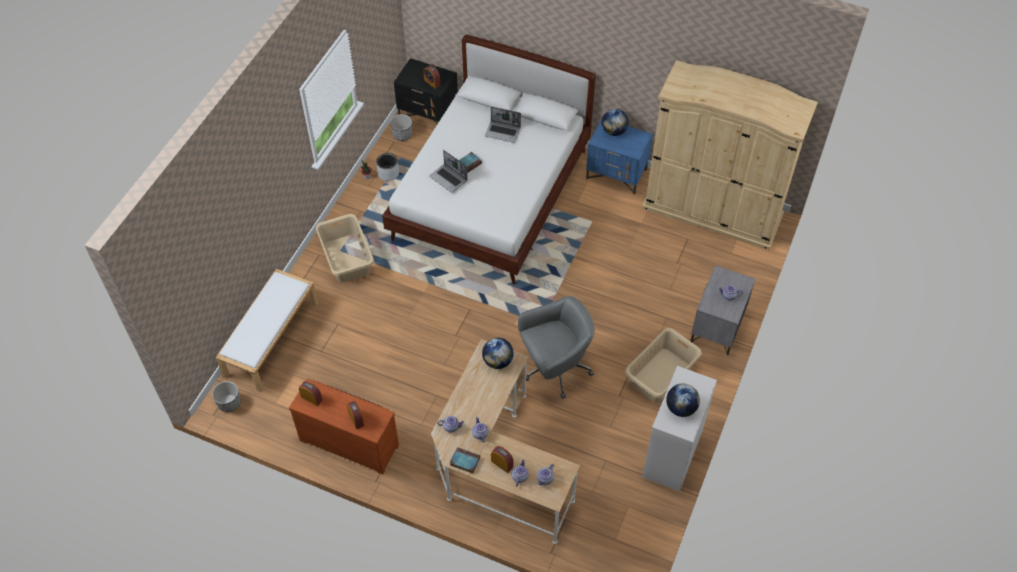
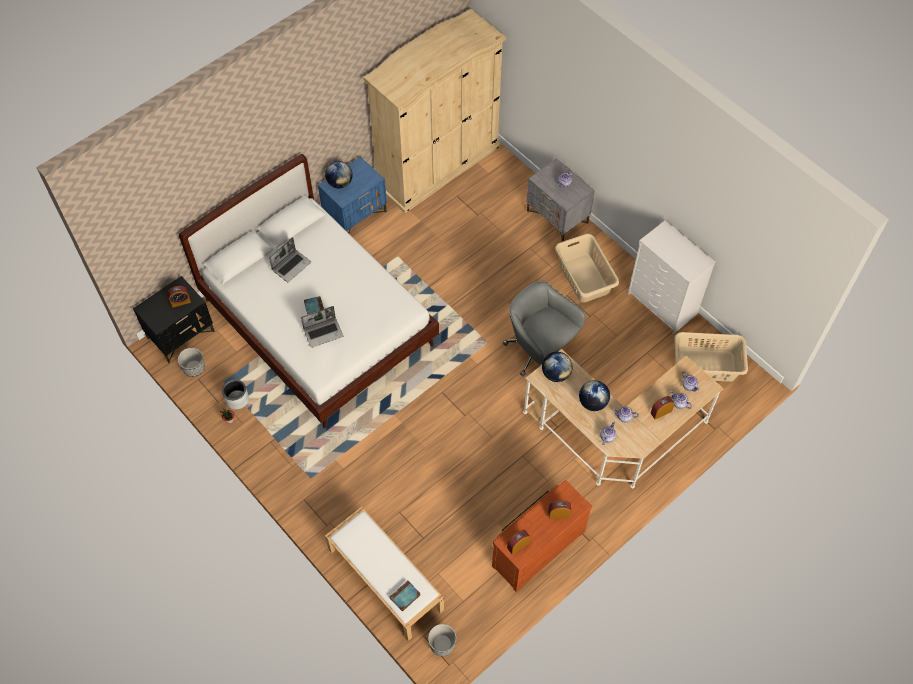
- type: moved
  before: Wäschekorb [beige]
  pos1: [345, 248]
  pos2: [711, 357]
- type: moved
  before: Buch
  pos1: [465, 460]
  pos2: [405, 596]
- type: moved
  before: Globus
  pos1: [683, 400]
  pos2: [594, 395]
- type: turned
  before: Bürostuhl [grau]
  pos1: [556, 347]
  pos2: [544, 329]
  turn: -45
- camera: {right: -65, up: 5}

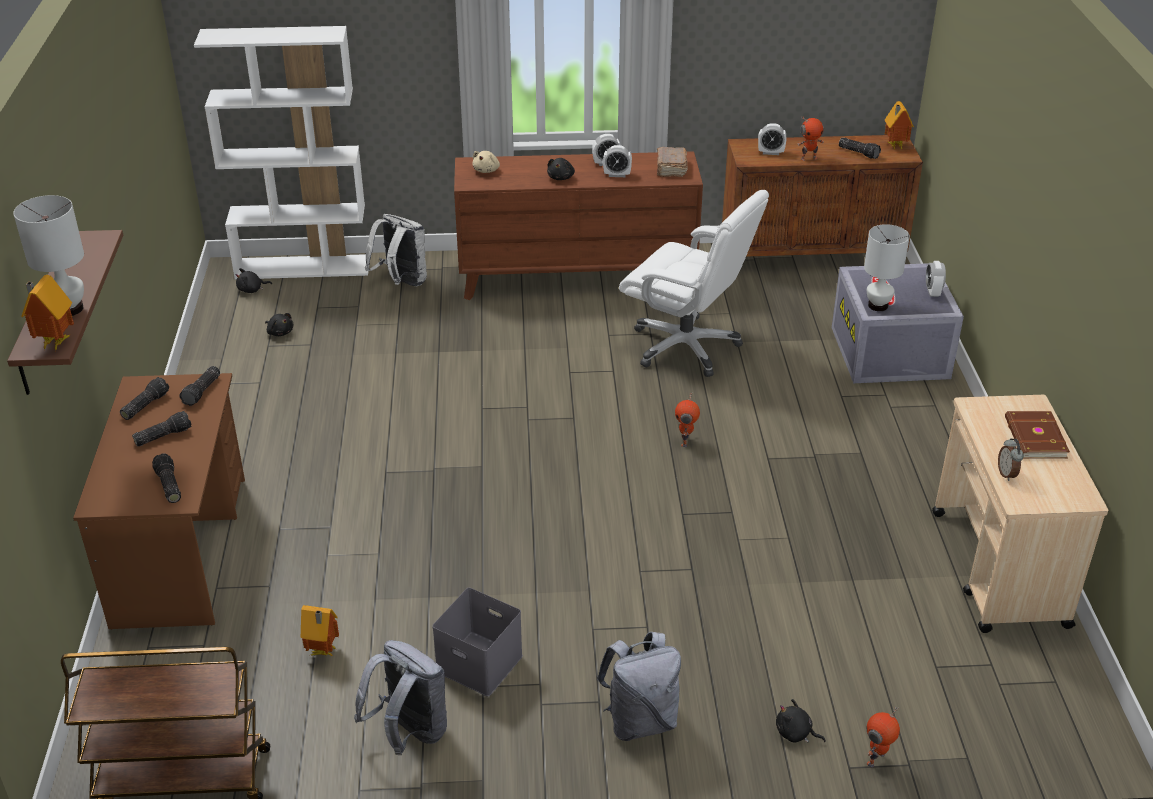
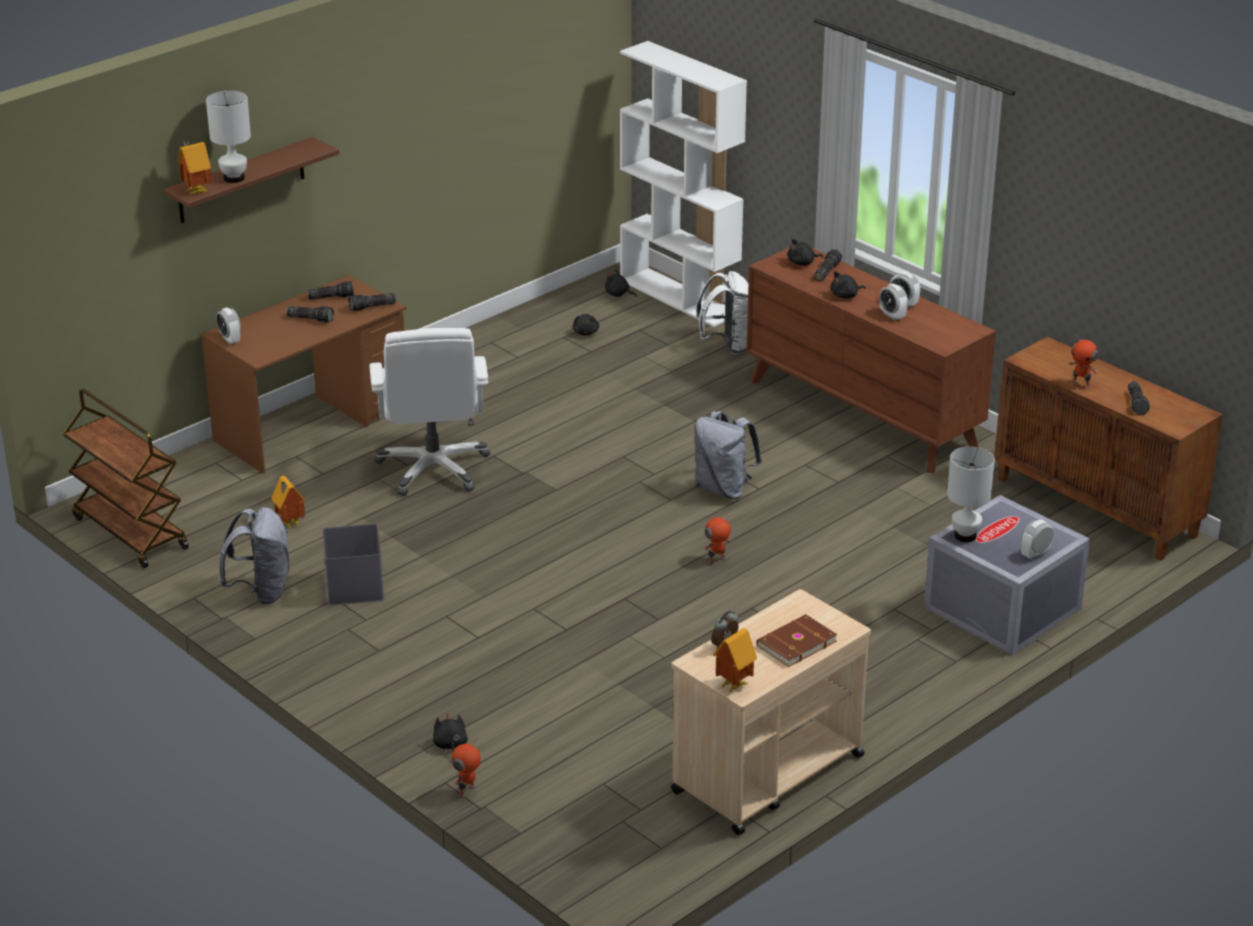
- type: removed
  before: Buch [braun]
  pos1: [672, 162]
- type: moved
  before: Taschenlampe
  pos1: [166, 478]
  pos2: [828, 265]
- type: moved
  before: Rucksack [grau]
  pos1: [639, 686]
  pos2: [728, 455]
- type: moved
  before: Bürostuhl [weiß]
  pos1: [694, 283]
  pos2: [429, 412]
- type: moved
  before: Wecker
  pos1: [772, 139]
  pos2: [228, 326]
- type: moved
  before: Spielzeughaus
  pos1: [899, 125]
  pos2: [735, 660]
- type: recoloured
  before: Plüschtier [beige]
  after: Plüschtier [schwarz]
  pos1: [486, 162]
  pos2: [805, 252]
- type: turned
  before: Spielzeugroboter
  pos1: [883, 737]
  pos2: [466, 767]
  turn: -60
- camera: {right: 50, up: -5}

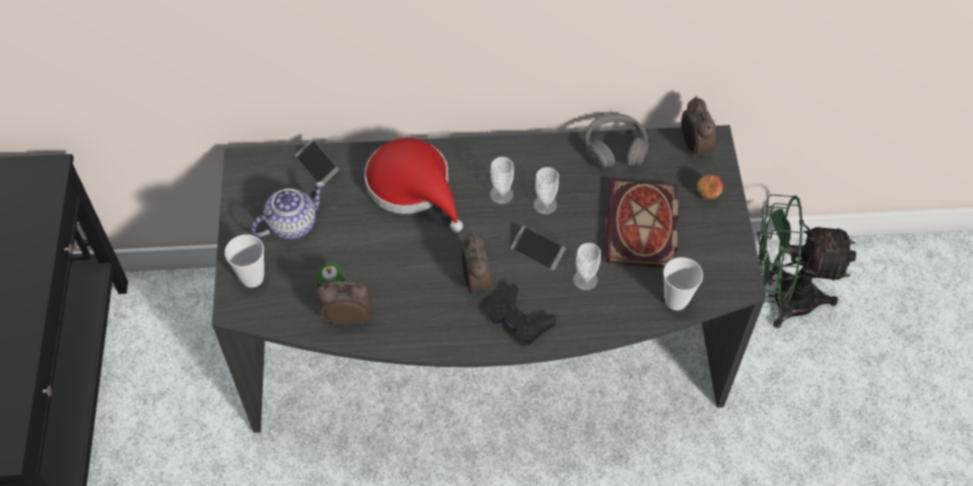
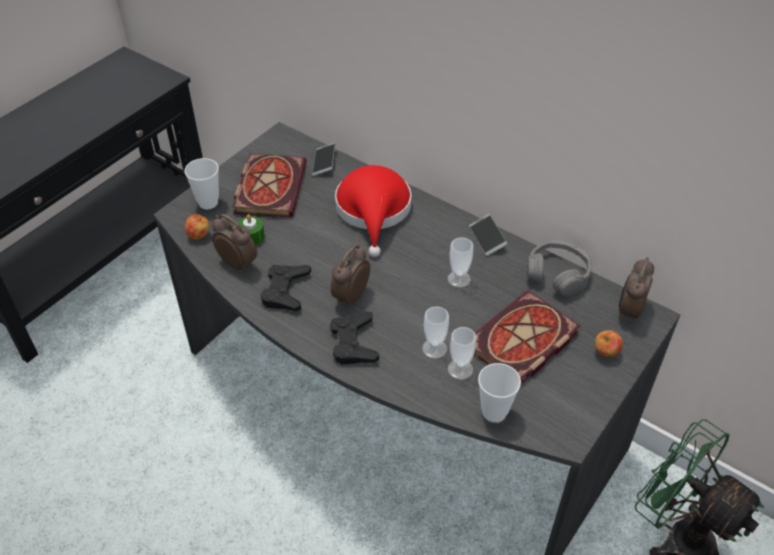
- type: added
  after: Apfel
  pos2: [197, 227]
- type: added
  after: Gamepad [schwarz]
  pos2: [285, 288]
- type: moved
  before: Tasse
  pos1: [502, 180]
  pos2: [462, 353]
- type: moved
  before: Handy
  pos1: [538, 248]
  pos2: [488, 235]
- type: replaced
  before: Teekanne
  after: Buch
  pos1: [288, 211]
  pos2: [269, 185]
- camera: {right: 40, up: -10}

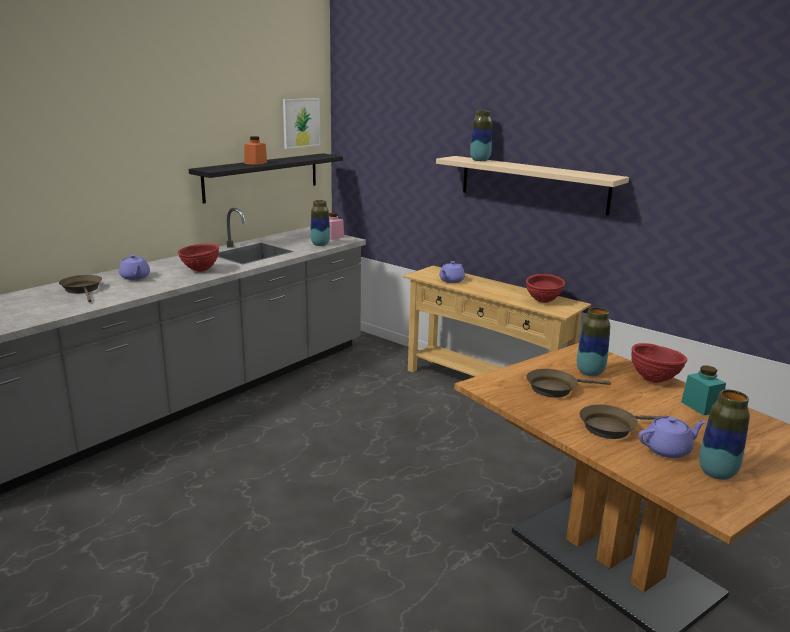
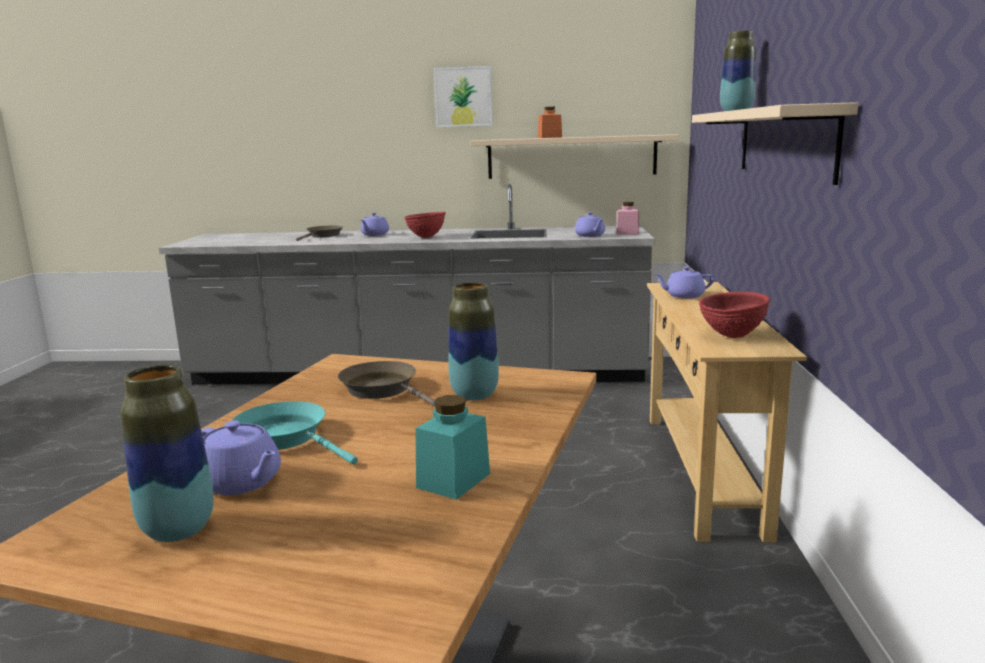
- type: removed
  before: Schüssel [rot]
  pos1: [659, 363]
- type: moved
  before: Bild
  pos1: [301, 123]
  pos2: [463, 96]
- type: replaced
  before: Vase
  after: Teekanne [lila]
  pos1: [320, 223]
  pos2: [590, 224]
- type: recoloured
  before: Wandregal [schwarz]
  after: Wandregal [beige]
  pos1: [266, 178]
  pos2: [574, 156]
- type: recoloured
  before: Pfanne [braun]
  after: Pfanne [türkis]
  pos1: [624, 422]
  pos2: [295, 433]
- camera: {right: 55, up: -5}

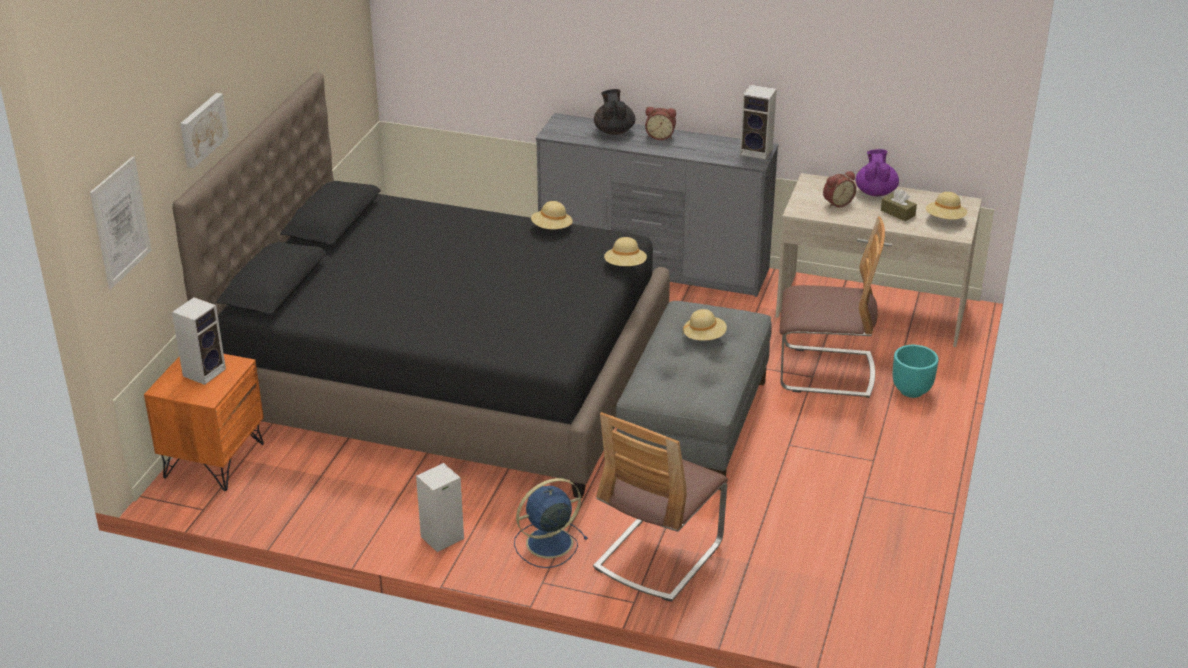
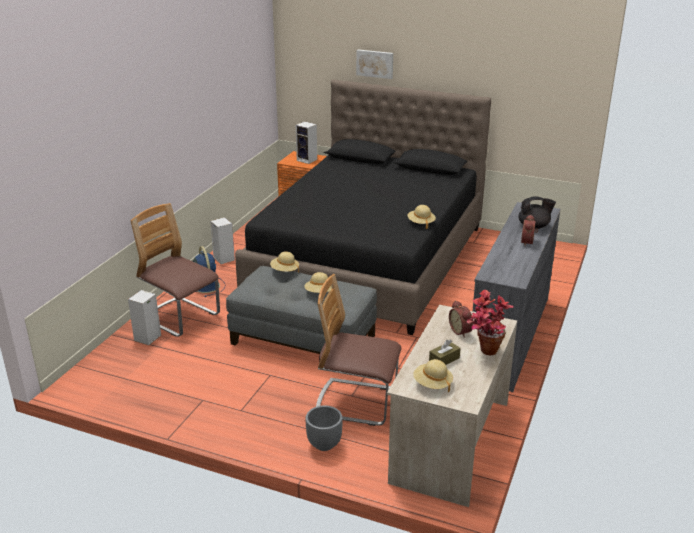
- type: removed
  before: Bild
  pos1: [121, 222]
- type: moved
  before: Hut [beige]
  pos1: [625, 251]
  pos2: [284, 262]
- type: moved
  before: Lautsprecher
  pos1: [758, 122]
  pos2: [144, 317]
- type: replaced
  before: Teekanne [lila]
  after: Topfpflanze
  pos1: [877, 172]
  pos2: [490, 323]
- type: recoloured
  before: Pflanzkübel [türkis]
  after: Pflanzkübel [grau]
  pos1: [915, 371]
  pos2: [324, 428]
- type: turned
  before: Stuhl
  pos1: [832, 307]
  pos2: [358, 350]
  turn: 90
- camera: {right: 95, up: -5}

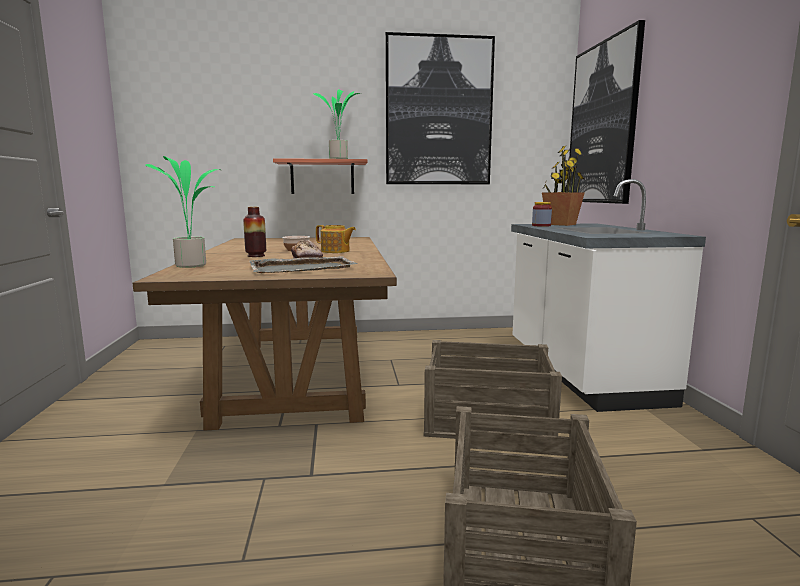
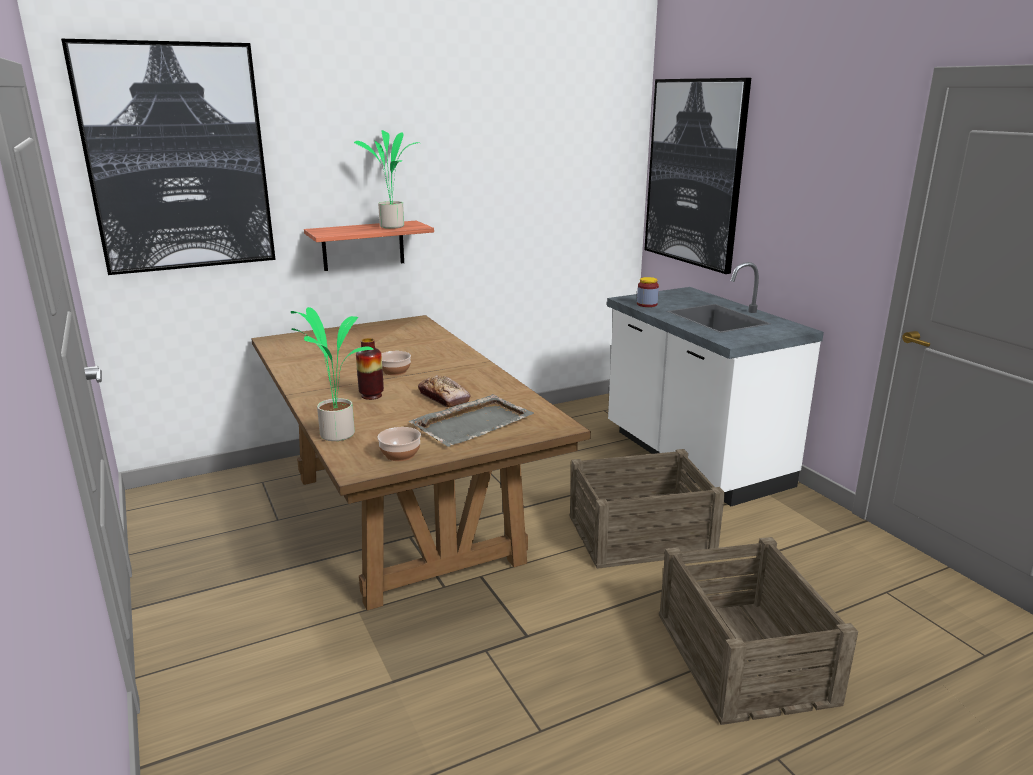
- type: removed
  before: Teekanne
  pos1: [336, 239]
- type: removed
  before: Topfpflanze
  pos1: [563, 186]
- type: added
  after: Schüssel
  pos2: [399, 444]
- type: moved
  before: Bild
  pos1: [440, 108]
  pos2: [168, 157]
- camera: {right: -20, up: 10}

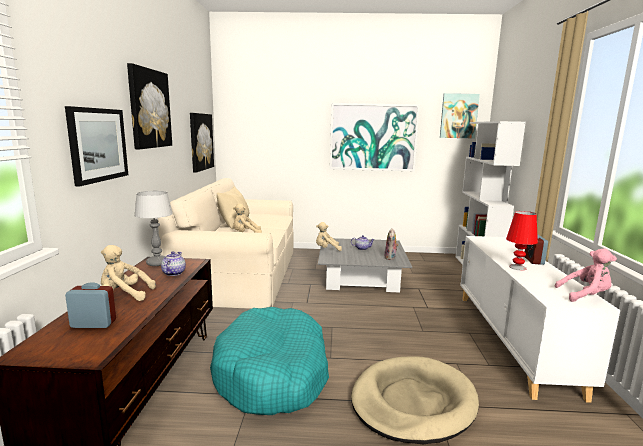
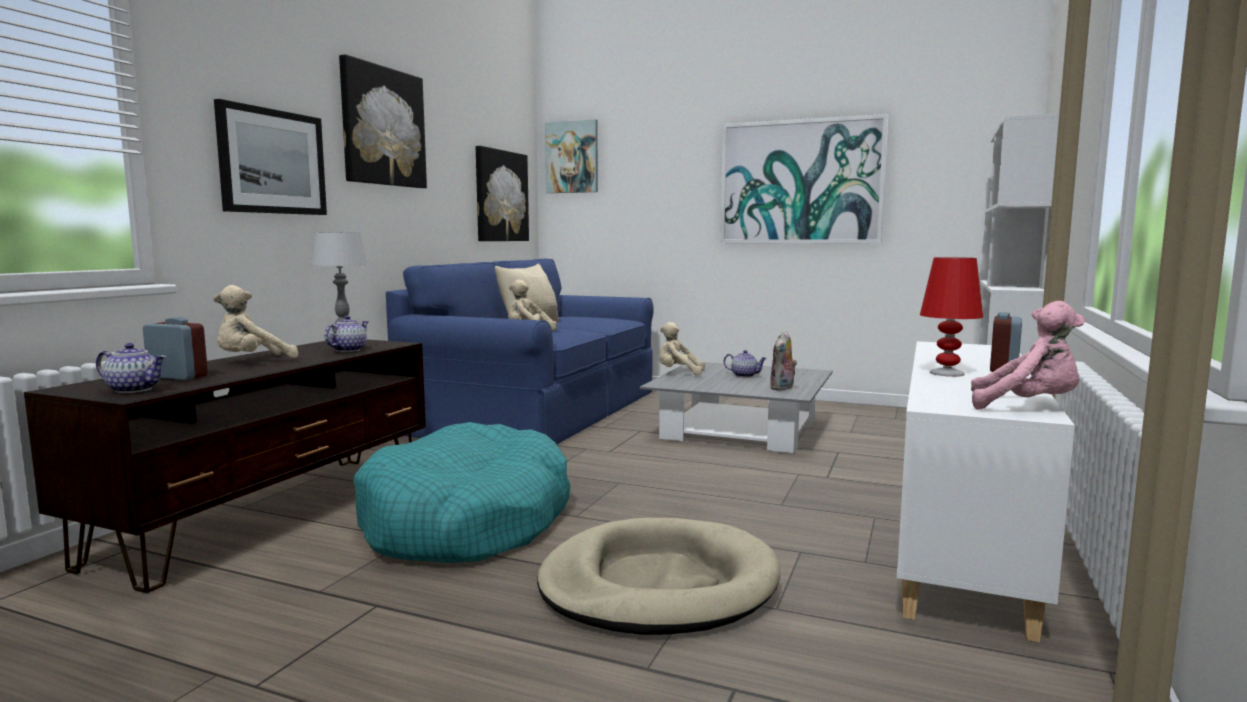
- type: added
  after: Teekanne
  pos2: [131, 368]
- type: moved
  before: Bild
  pos1: [460, 116]
  pos2: [571, 156]
- type: recoloured
  before: Sofa [beige]
  after: Sofa [blau]
  pos1: [225, 243]
  pos2: [520, 351]
- type: turned
  before: Plüschtier [beige]
  pos1: [128, 273]
  pos2: [256, 321]
  turn: -60
- camera: {right: 20, up: -5}

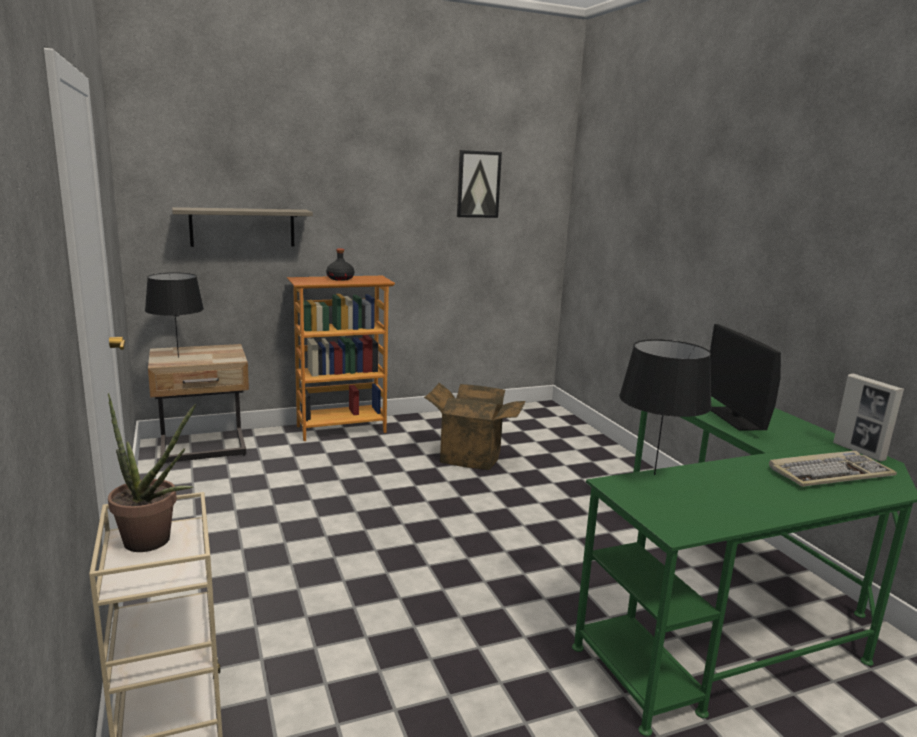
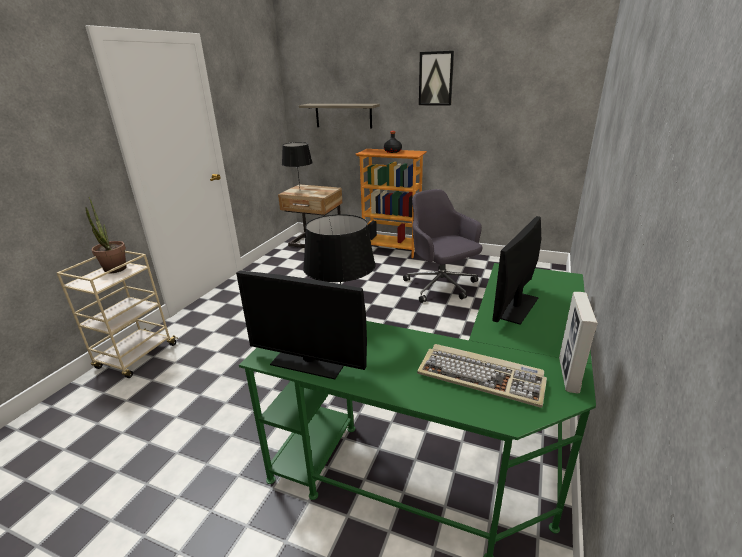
- type: added
  after: Monitor
  pos2: [301, 324]
- type: moved
  before: Bild
  pos1: [479, 184]
  pos2: [436, 78]
- type: replaced
  before: Karton
  after: Bürostuhl [grau]
  pos1: [475, 426]
  pos2: [442, 246]
- camera: {right: 45, up: 10}

